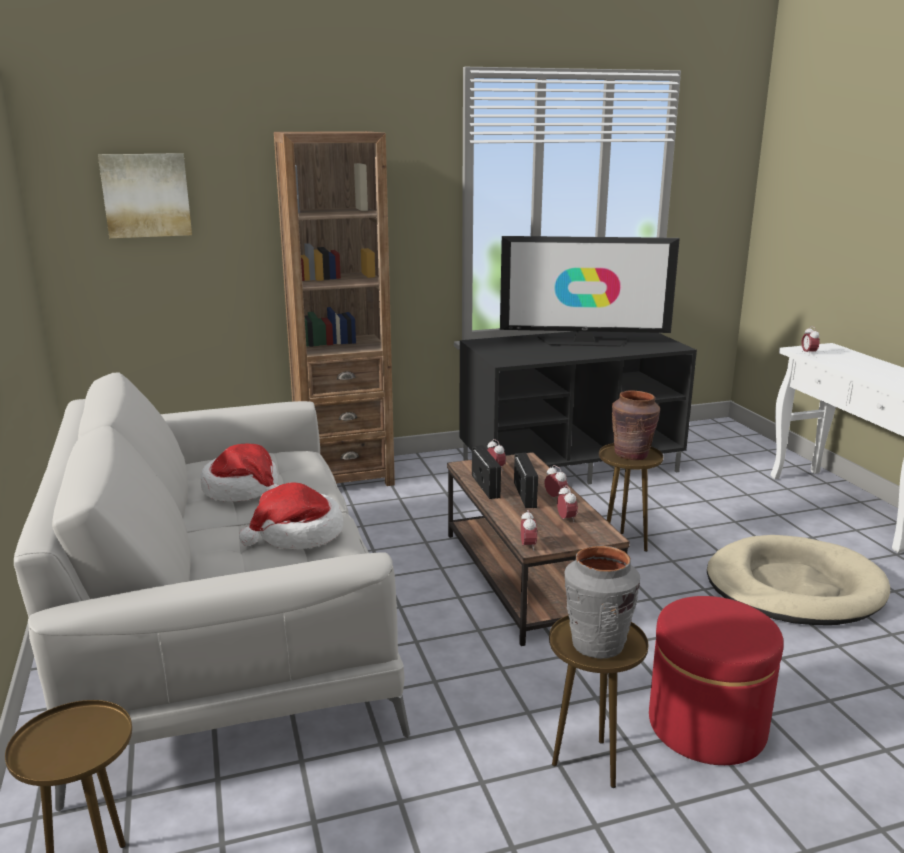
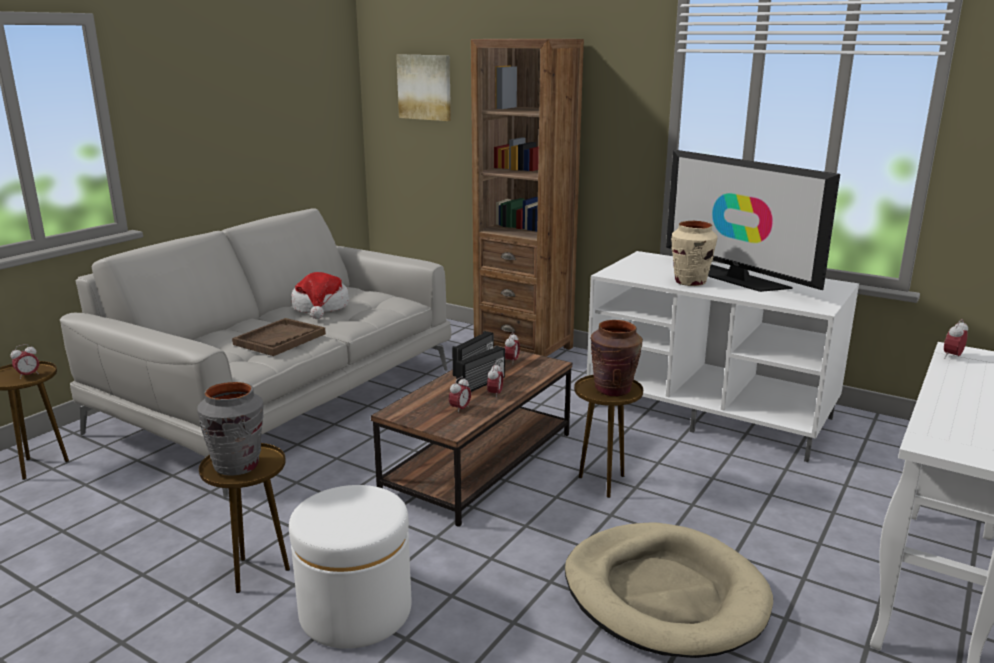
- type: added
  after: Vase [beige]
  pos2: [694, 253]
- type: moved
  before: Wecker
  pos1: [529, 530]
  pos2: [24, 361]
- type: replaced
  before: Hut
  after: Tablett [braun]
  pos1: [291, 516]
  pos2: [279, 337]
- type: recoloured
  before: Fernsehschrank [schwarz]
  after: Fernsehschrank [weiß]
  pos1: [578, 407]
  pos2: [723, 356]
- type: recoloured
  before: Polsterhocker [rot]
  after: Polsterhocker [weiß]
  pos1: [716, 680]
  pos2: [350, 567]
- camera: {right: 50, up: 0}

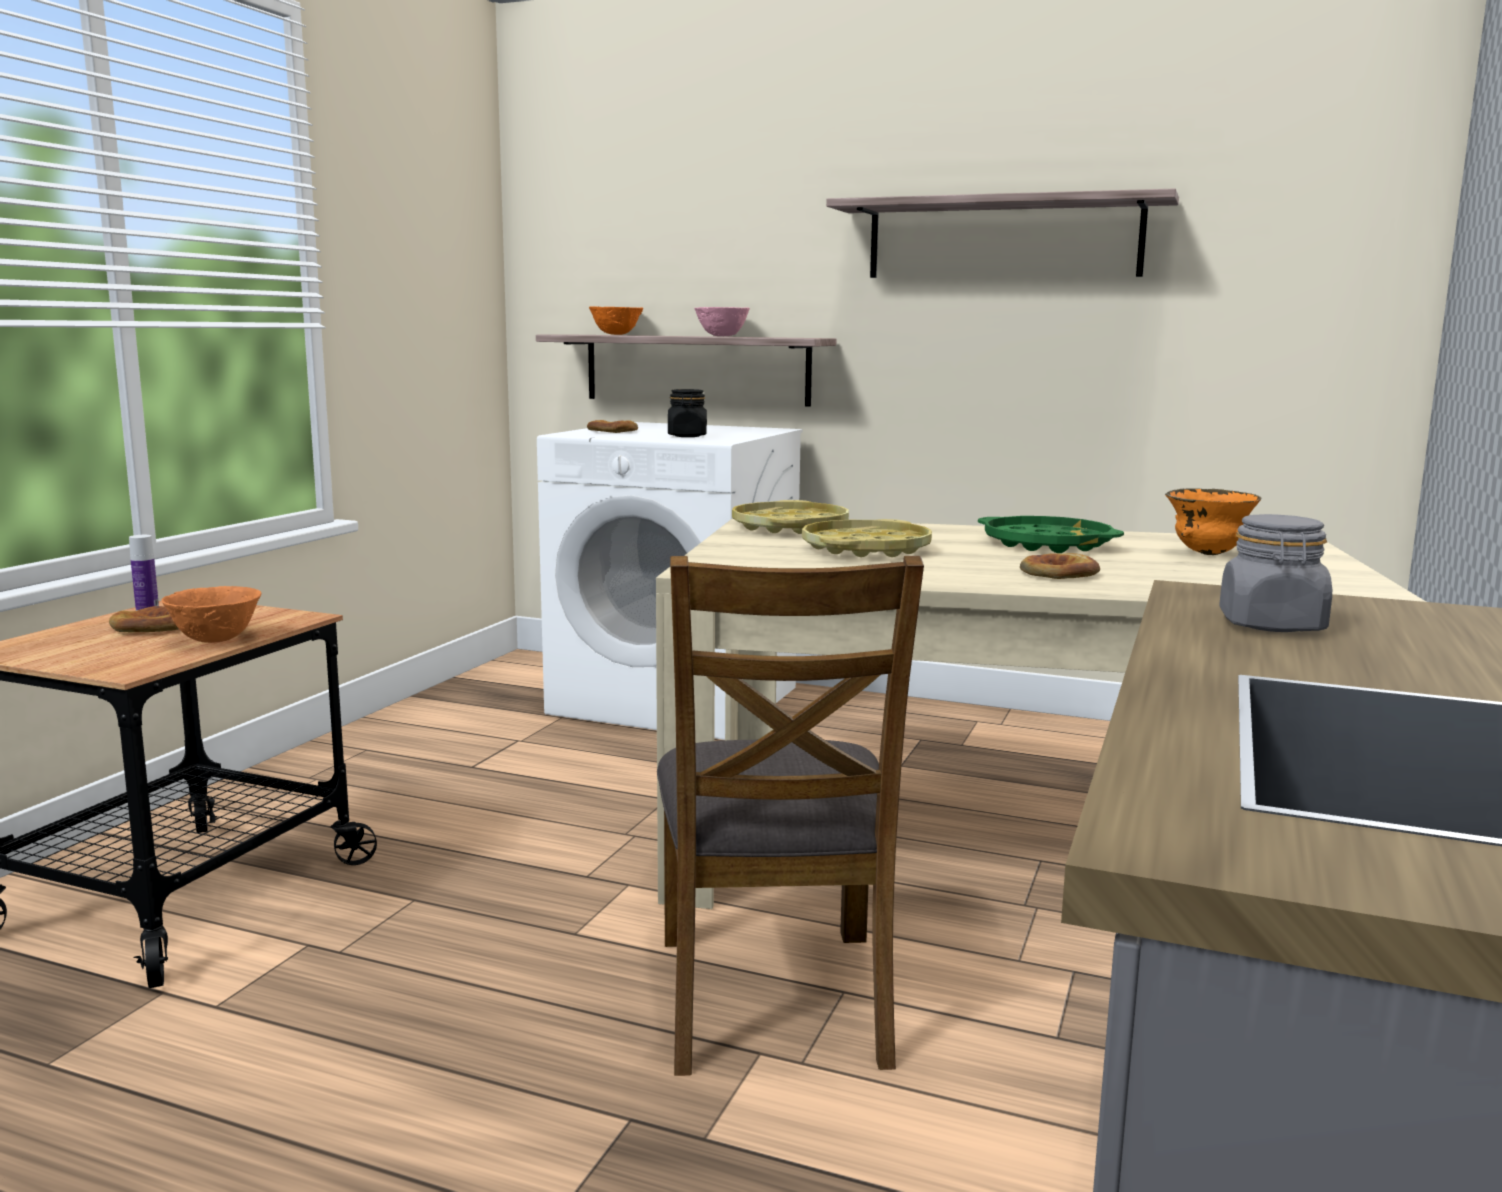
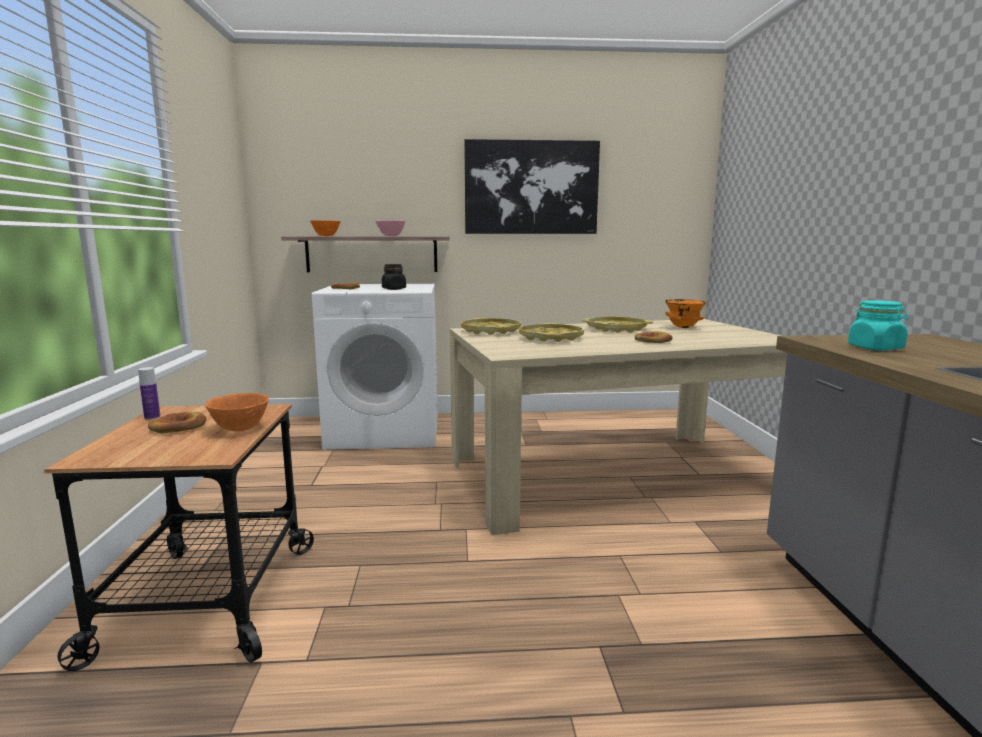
- type: removed
  before: Stuhl [braun]
  pos1: [790, 816]
- type: replaced
  before: Wandregal
  after: Bild
  pos1: [1002, 233]
  pos2: [532, 186]
- type: recoloured
  before: Tablett [grün]
  after: Tablett [gelb]
  pos1: [1051, 534]
  pos2: [617, 325]
- type: recoloured
  before: Vorratsglas [grau]
  after: Vorratsglas [türkis]
  pos1: [1275, 573]
  pos2: [878, 325]
- camera: {right: -25, up: 0}

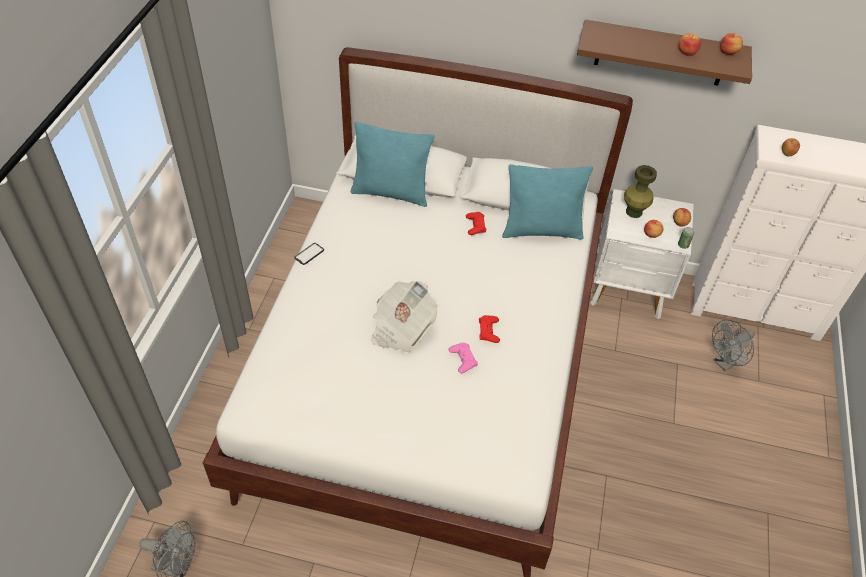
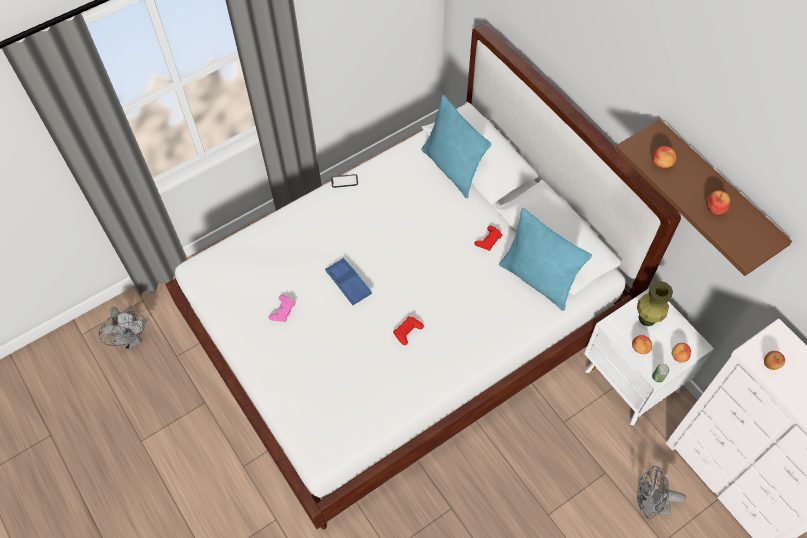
- type: moved
  before: Gamepad [rosa]
  pos1: [463, 358]
  pos2: [281, 308]
- type: moved
  before: Apfel
  pos1: [731, 44]
  pos2: [664, 157]
- type: replaced
  before: Zeitung
  after: Tablett [blau]
  pos1: [404, 316]
  pos2: [348, 281]
- camera: {right: 45, up: 10}

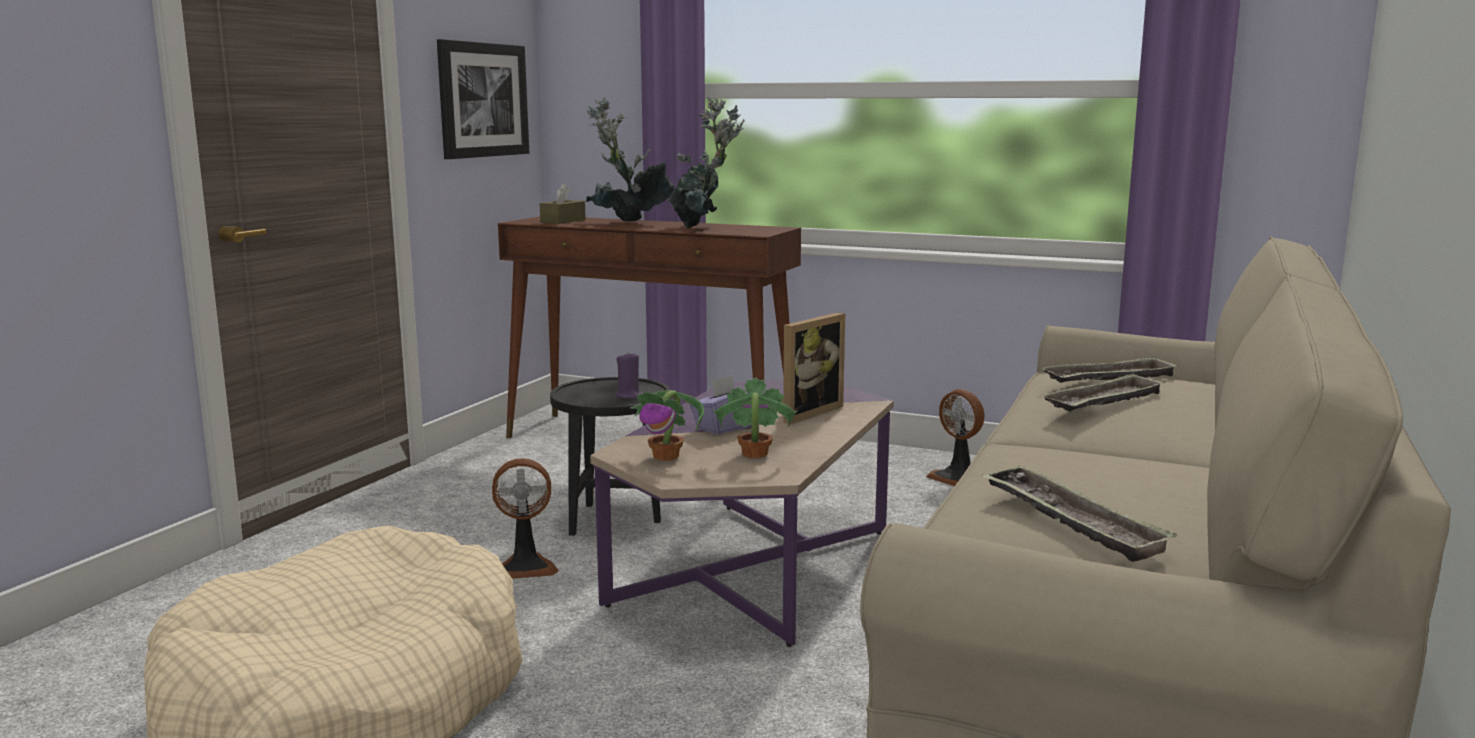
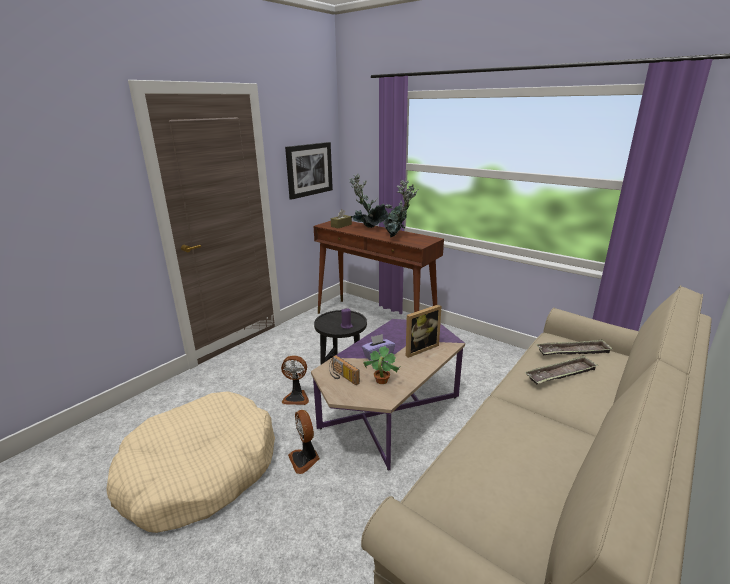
- type: removed
  before: Tablett
  pos1: [1079, 514]
- type: moved
  before: Ventilator
  pos1: [955, 437]
  pos2: [304, 442]
- type: replaced
  before: Topfpflanze
  after: Radio
  pos1: [667, 425]
  pos2: [344, 370]
- camera: {right: 15, up: 10}

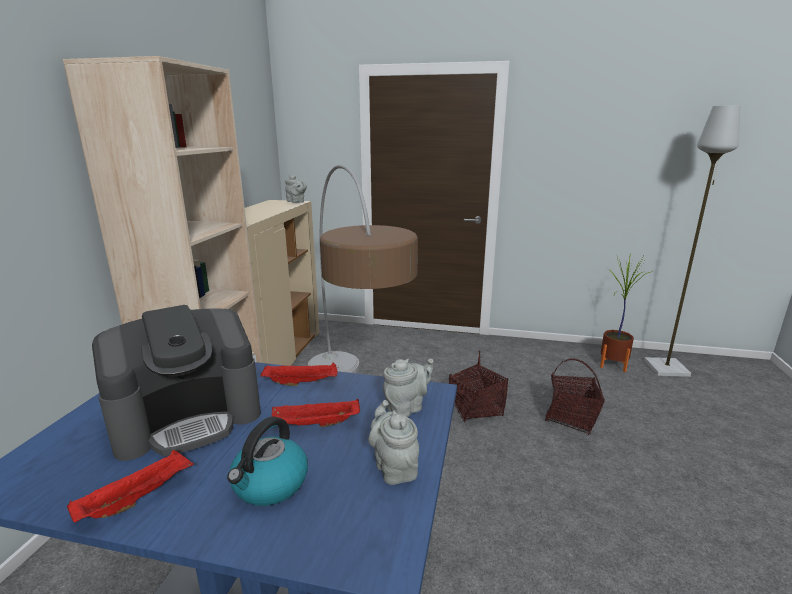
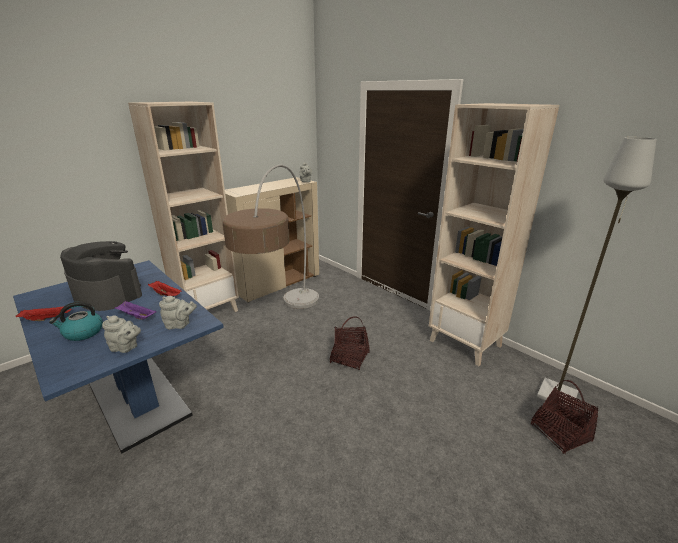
- type: removed
  before: Topfpflanze
  pos1: [625, 312]
- type: added
  after: Bücherregal [beige]
  pos2: [494, 234]
- type: moved
  before: Korb
  pos1: [575, 396]
  pos2: [564, 417]
- type: recoloured
  before: Tablett [rot]
  after: Tablett [lila]
  pos1: [316, 413]
  pos2: [135, 310]
- type: turned
  before: Kaffeemaschine
  pos1: [176, 383]
  pos2: [101, 276]
  turn: -150
- type: turned
  before: Teekanne [grau]
  pos1: [393, 442]
  pos2: [121, 334]
  turn: 90
- camera: {right: 35, up: 5}

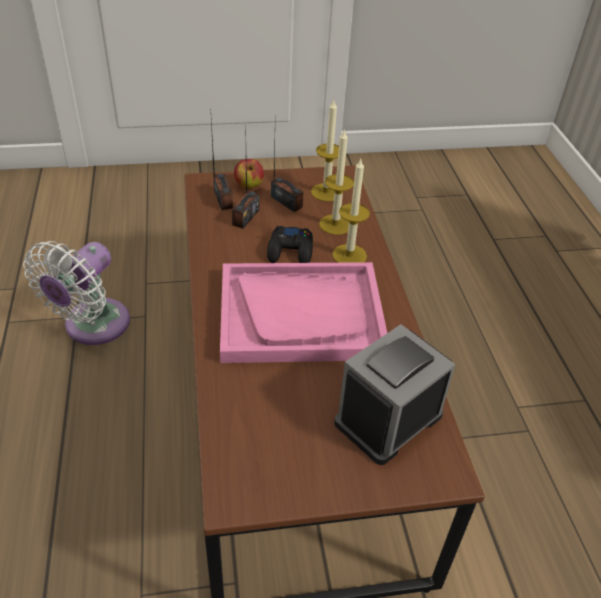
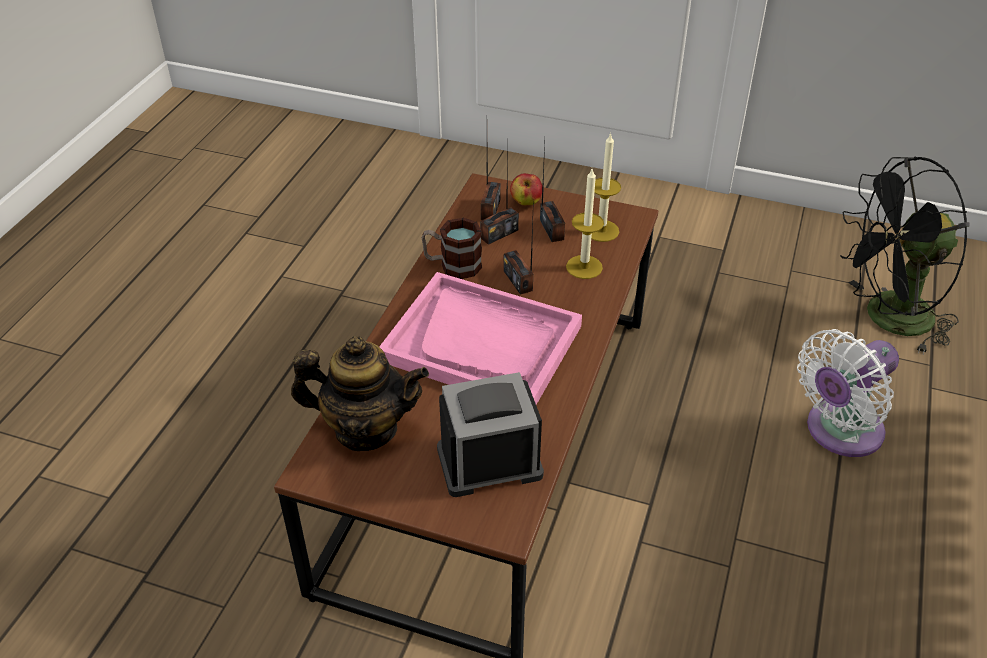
- type: removed
  before: Kerze
  pos1: [351, 211]
- type: added
  after: Teekanne
  pos2: [360, 393]
- type: added
  after: Henkelbecher
  pos2: [452, 248]
- type: added
  after: Ventilator [schwarz]
  pos2: [904, 255]
- type: moved
  before: Ventilator [weiß]
  pos1: [76, 293]
  pos2: [848, 393]
- type: replaced
  before: Gamepad [schwarz]
  after: Radio
  pos1: [290, 244]
  pos2: [518, 247]
- camera: {right: 30, up: 0}

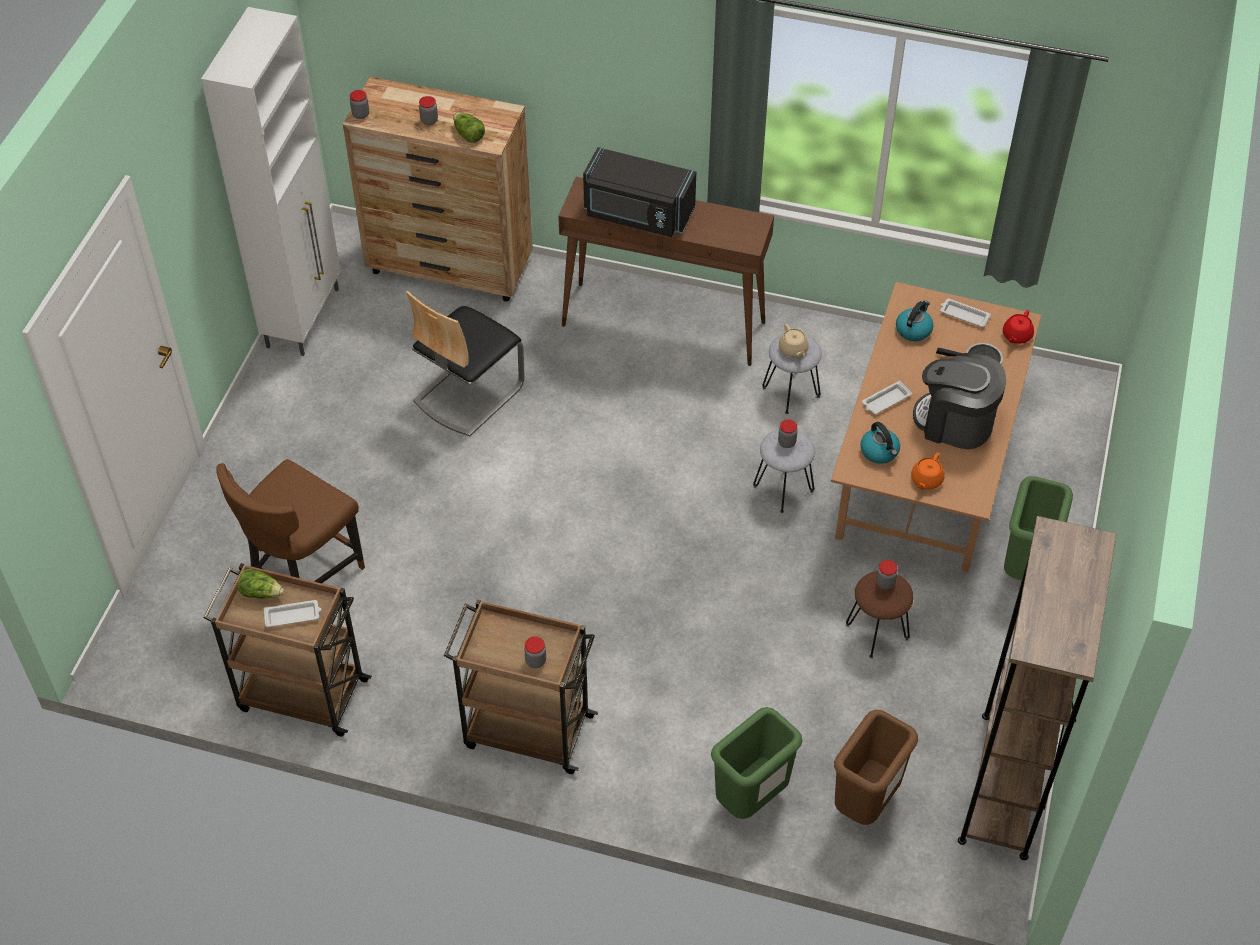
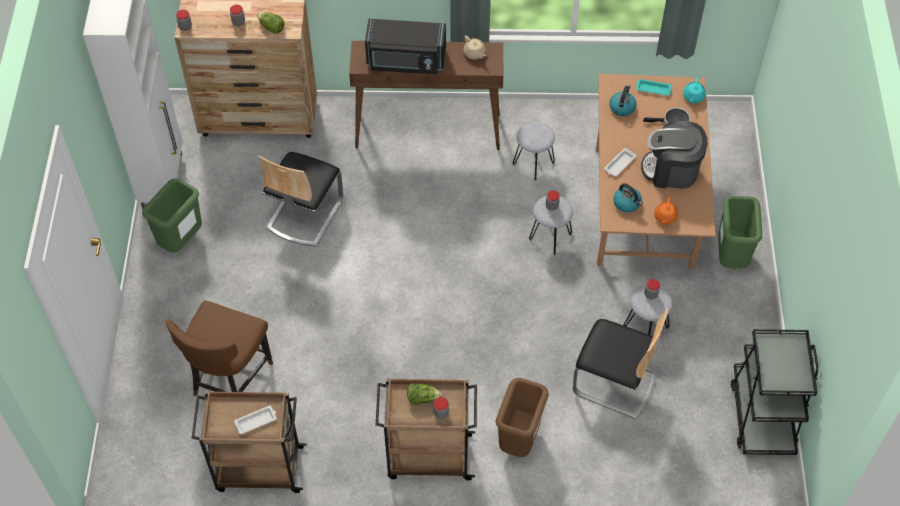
- type: added
  after: Stuhl
  pos2: [620, 363]
- type: moved
  before: Salatkopf
  pos1: [261, 583]
  pos2: [424, 393]
- type: moved
  before: Mülleimer [grün]
  pos1: [757, 763]
  pos2: [172, 215]
- type: moved
  before: Teekanne [beige]
  pos1: [794, 340]
  pos2: [474, 47]
- type: moved
  before: Mülleimer [braun]
  pos1: [876, 767]
  pos2: [522, 417]
- type: replaced
  before: Bücherregal [braun]
  after: Rollwagen [schwarz]
  pos1: [1037, 688]
  pos2: [774, 392]
- type: recoloured
  before: Hocker [braun]
  after: Hocker [grau]
  pos1: [880, 614]
  pos2: [648, 310]
- type: recoloured
  before: Tablett [weiß]
  after: Tablett [türkis]
  pos1: [965, 312]
  pos2: [654, 87]
- type: recoloured
  before: Teekanne [rot]
  after: Teekanne [türkis]
  pos1: [1018, 327]
  pos2: [694, 90]
- camera: {right: -15, up: 5}

